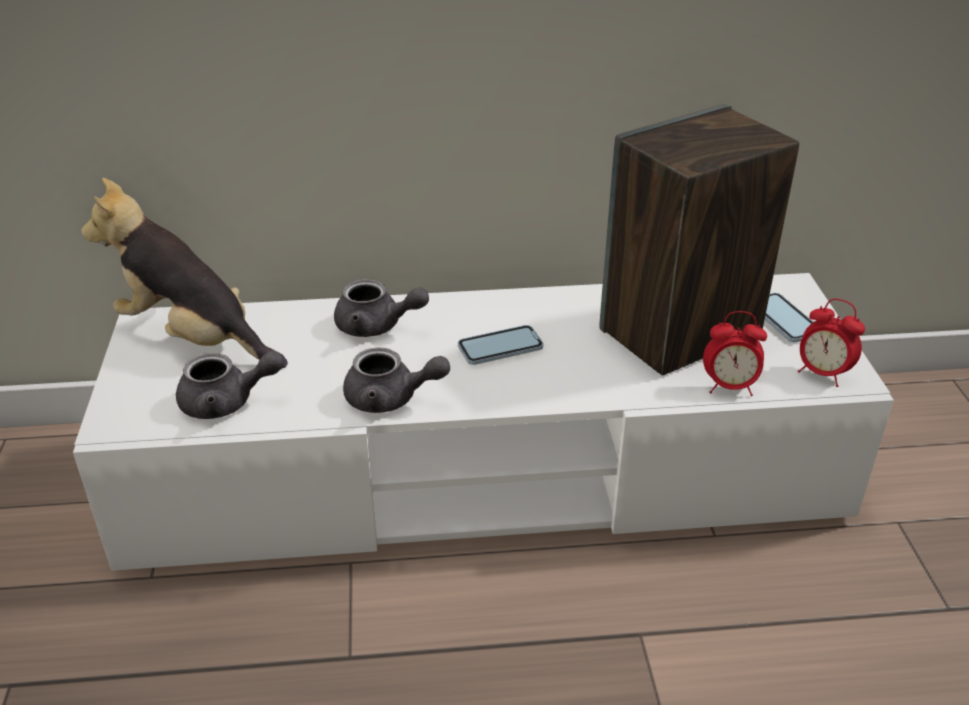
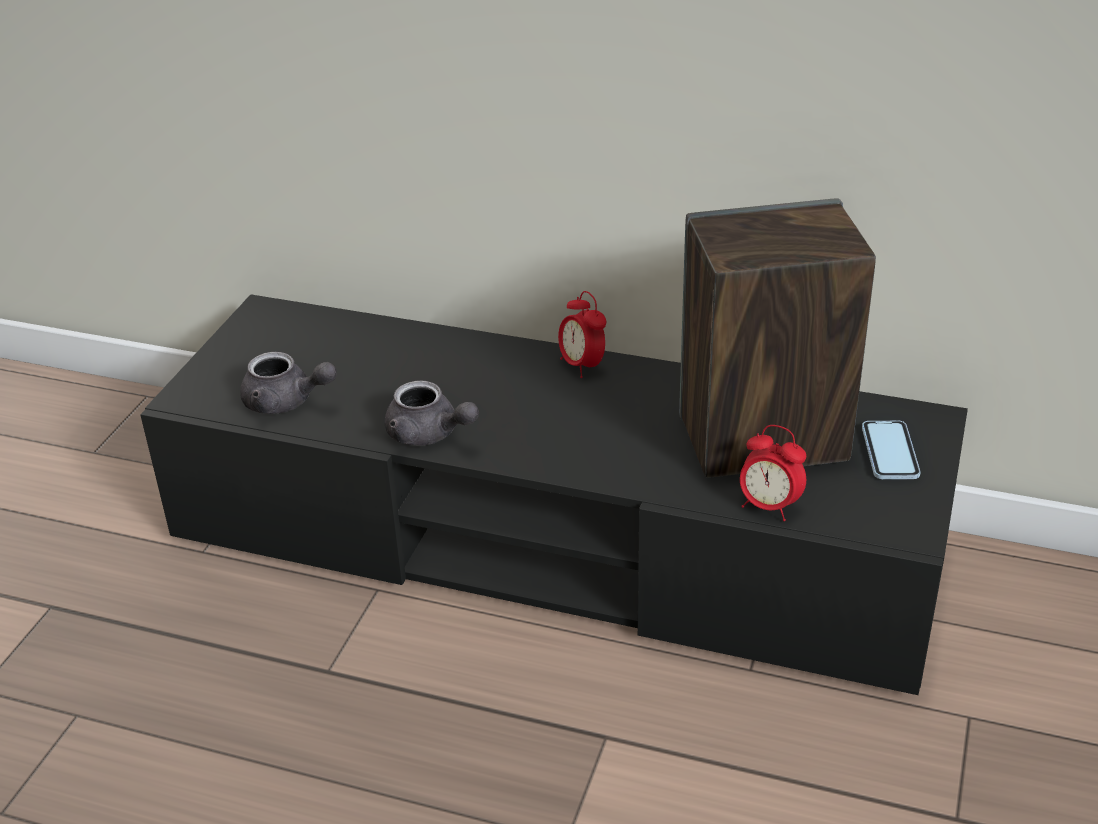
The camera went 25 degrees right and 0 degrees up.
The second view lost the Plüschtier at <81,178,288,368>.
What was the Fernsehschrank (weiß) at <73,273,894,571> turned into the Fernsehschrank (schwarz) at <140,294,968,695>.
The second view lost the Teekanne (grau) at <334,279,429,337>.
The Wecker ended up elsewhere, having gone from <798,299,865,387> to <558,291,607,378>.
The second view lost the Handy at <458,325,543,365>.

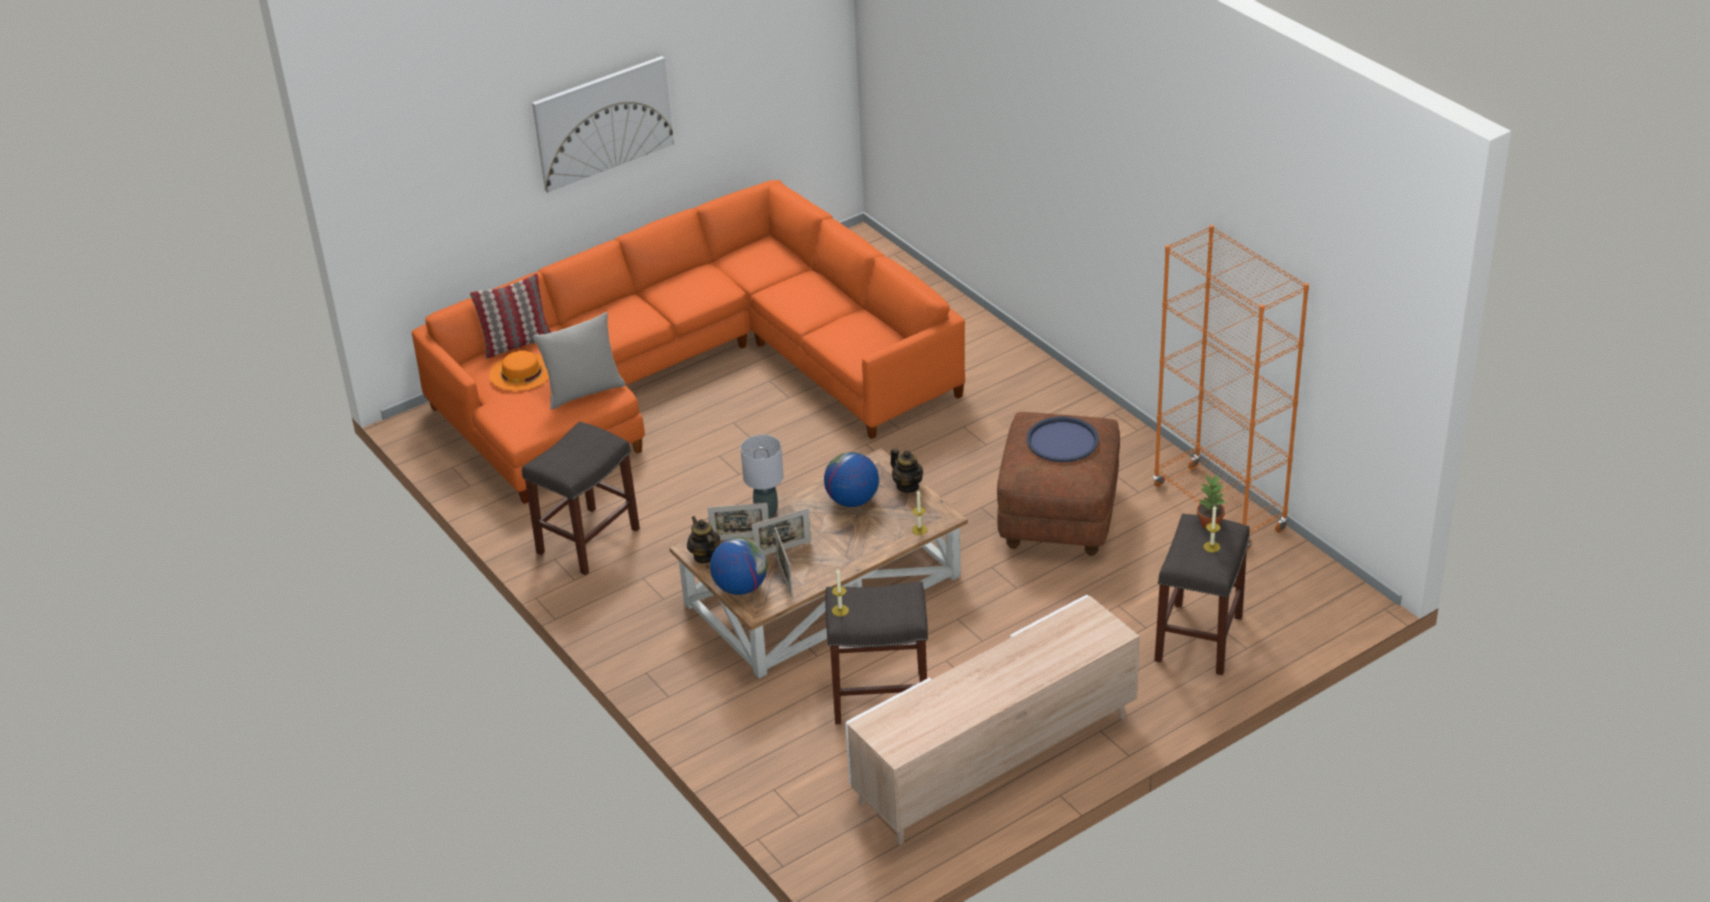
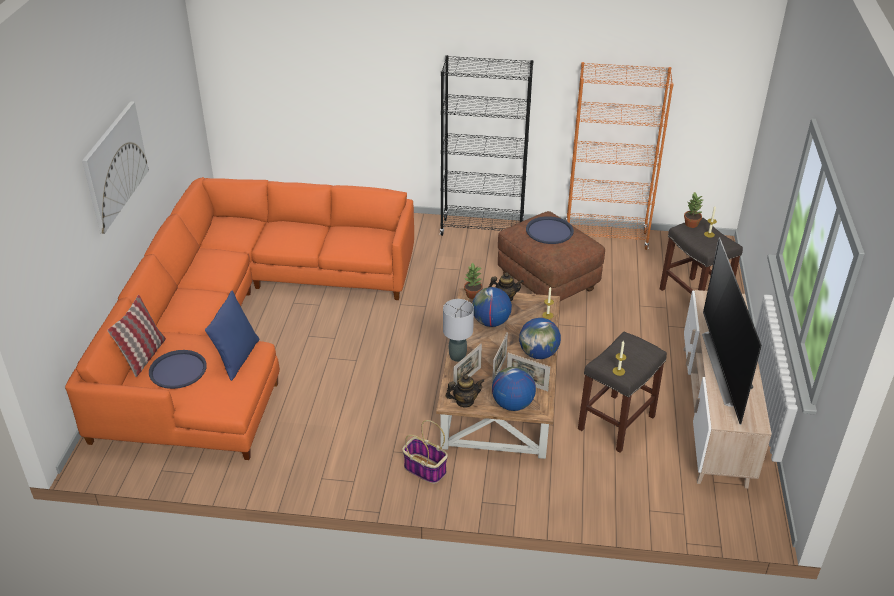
The camera went 50 degrees left and 0 degrees up.
What was the Kissen (grau) at <533,312,626,410> turned into the Kissen (blau) at <205,290,259,381>.
Where the Hut (orange) stood at <489,351,549,391>, the Tablett (blau) came to stand at <149,350,207,389>.
The second view lost the Hocker (grau) at <522,421,640,575>.
The Teekanne at <687,516,720,563> ended up facing another way, 150 degrees clockwise from before.
The second view gained the Bücherregal (schwarz) at <440,55,533,236>.
The second view gained the Fernseher at <702,237,762,425>.
The second view gained the Topfpflanze at <464,263,483,299>.
The second view gained the Globus at <519,318,561,359>.
The second view gained the Korb at <403,420,448,484>.

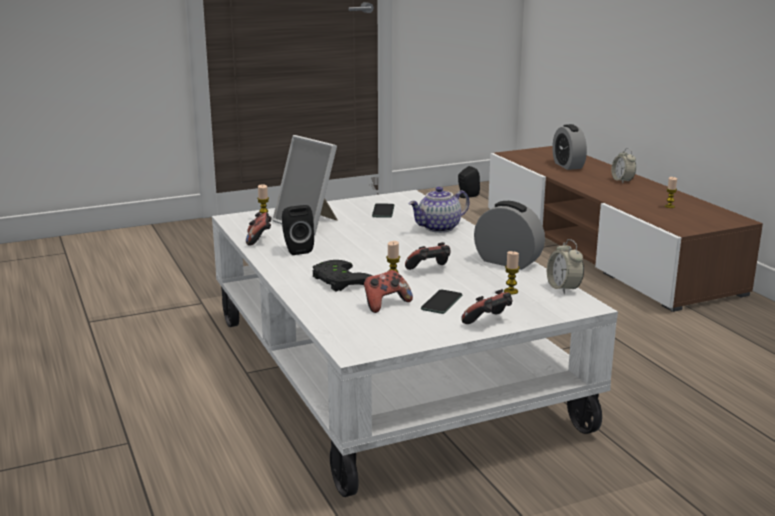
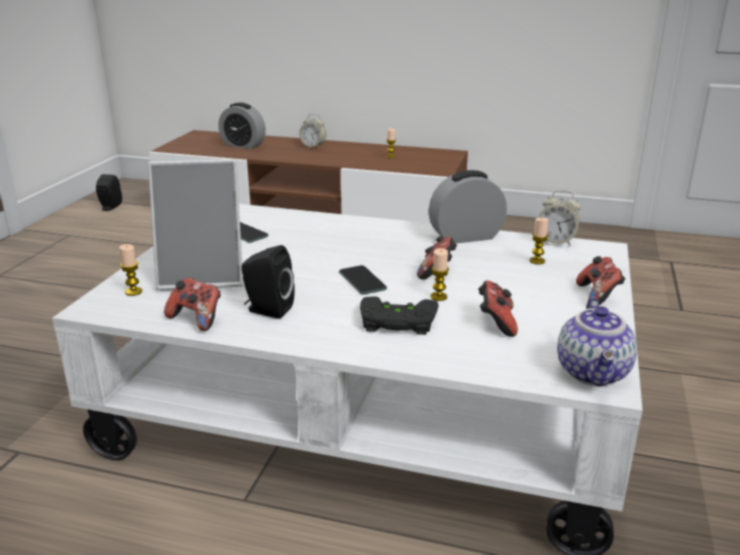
The camera went 50 degrees left and 5 degrees up.
The Teekanne ended up elsewhere, having gone from <408,187,469,233> to <557,297,637,386>.
The Handy ended up elsewhere, having gone from <421,290,462,314> to <339,265,387,295>.

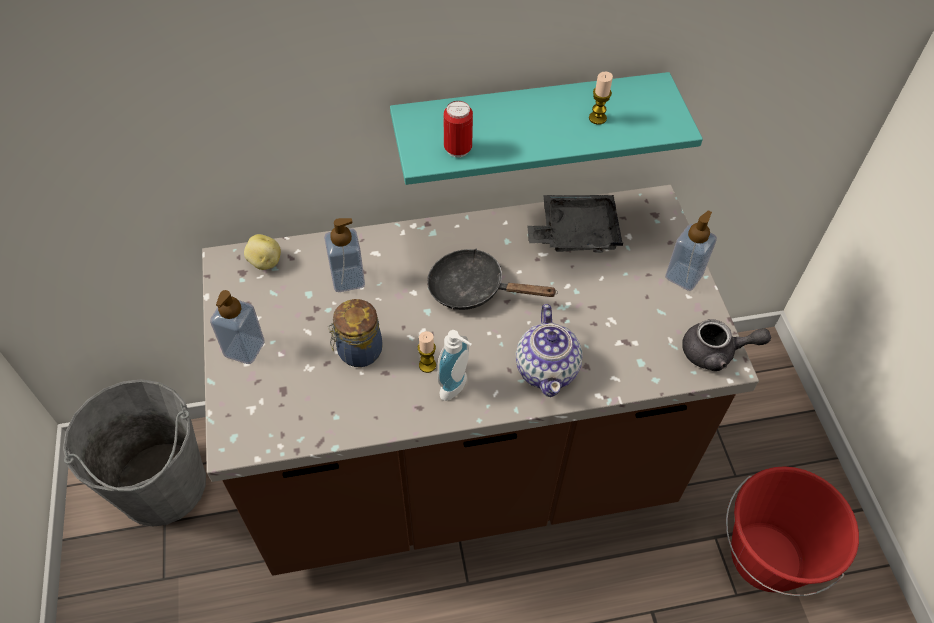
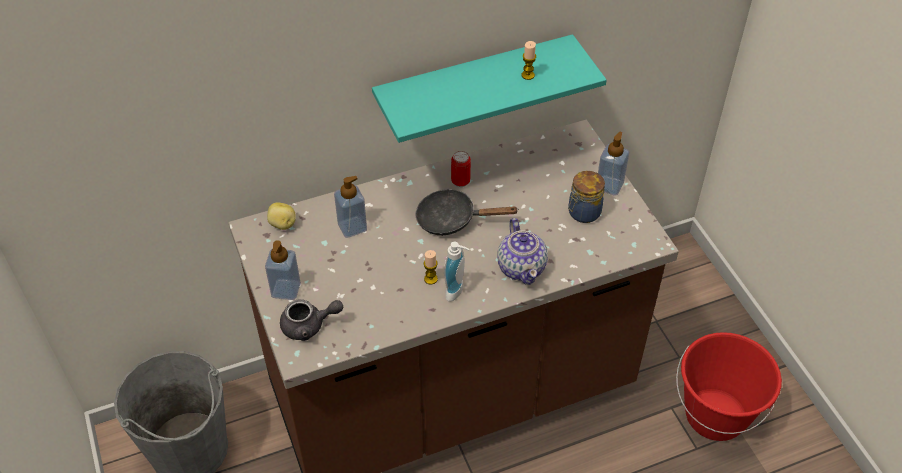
The camera went 10 degrees left and 5 degrees down.
The Dose ended up elsewhere, having gone from <444,101,473,157> to <451,151,471,188>.
The second view lost the Tablett (grau) at <527,195,623,253>.
The Vorratsglas ended up elsewhere, having gone from <328,299,383,367> to <568,171,605,223>.
The Teekanne (grau) ended up elsewhere, having gone from <682,319,771,371> to <280,299,343,341>.

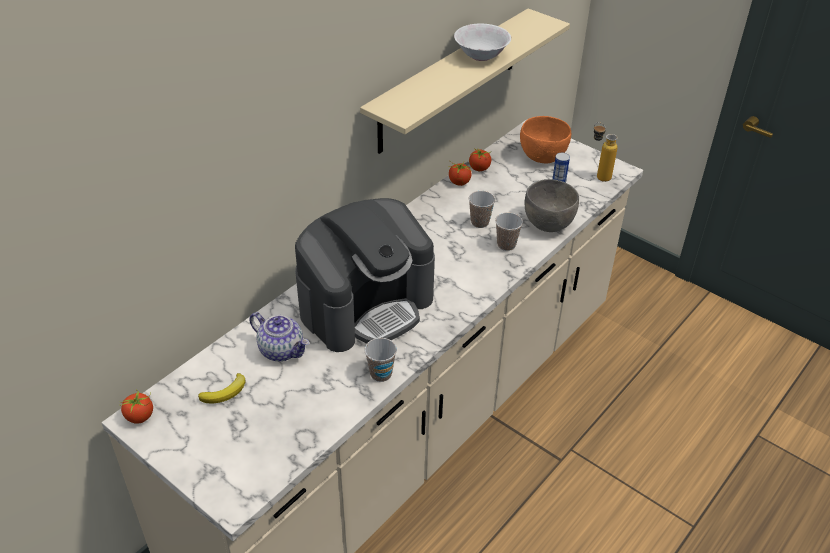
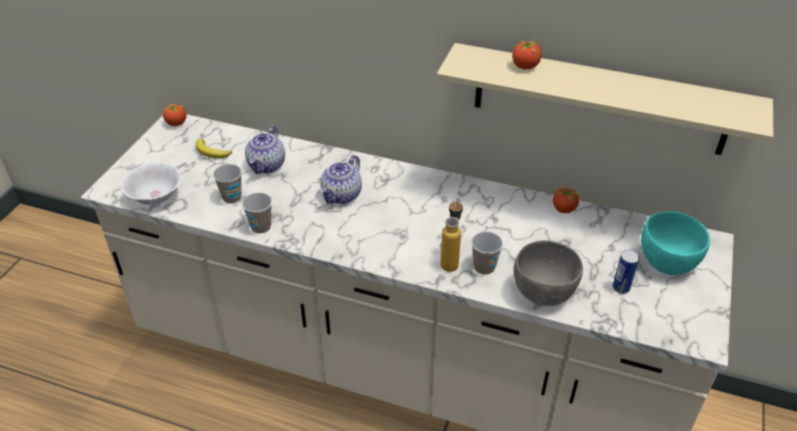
The camera went 70 degrees right and 0 degrees up.
The Schüssel (weiß) ended up elsewhere, having gone from <454,24,511,61> to <121,163,181,205>.
What was the Schüssel (orange) at <520,116,571,163> turned into the Schüssel (türkis) at <641,211,710,275>.
The Flasche ended up elsewhere, having gone from <594,122,618,182> to <440,198,463,272>.
The Tomate ended up elsewhere, having gone from <469,148,491,171> to <512,40,542,69>.
The Tasse ended up elsewhere, having gone from <469,191,495,228> to <213,164,242,203>.
Where the Kaffeemaschine stood at <295,198,435,352>, the Teekanne came to stand at <320,155,362,204>.

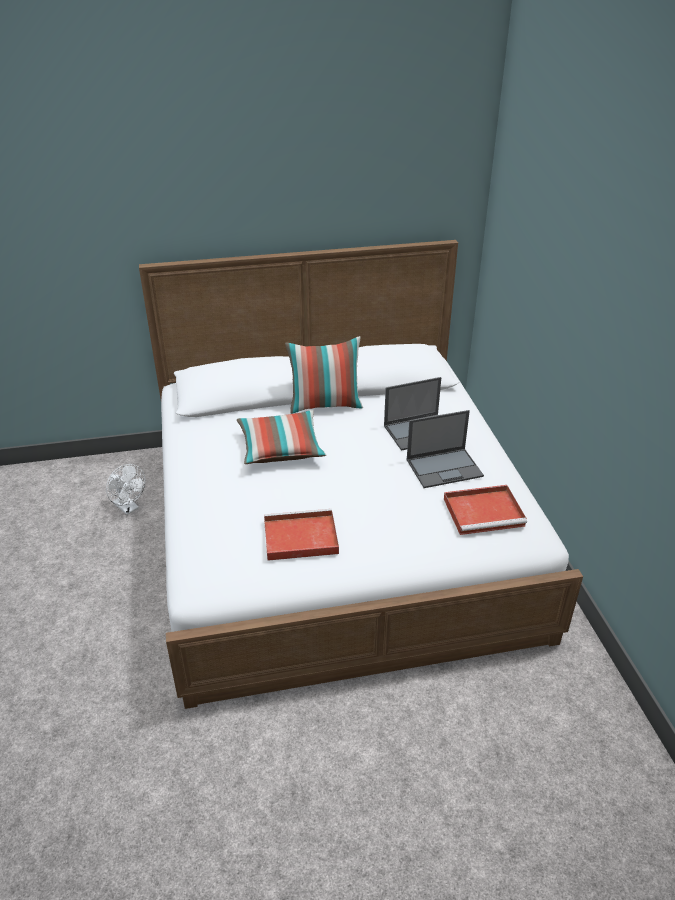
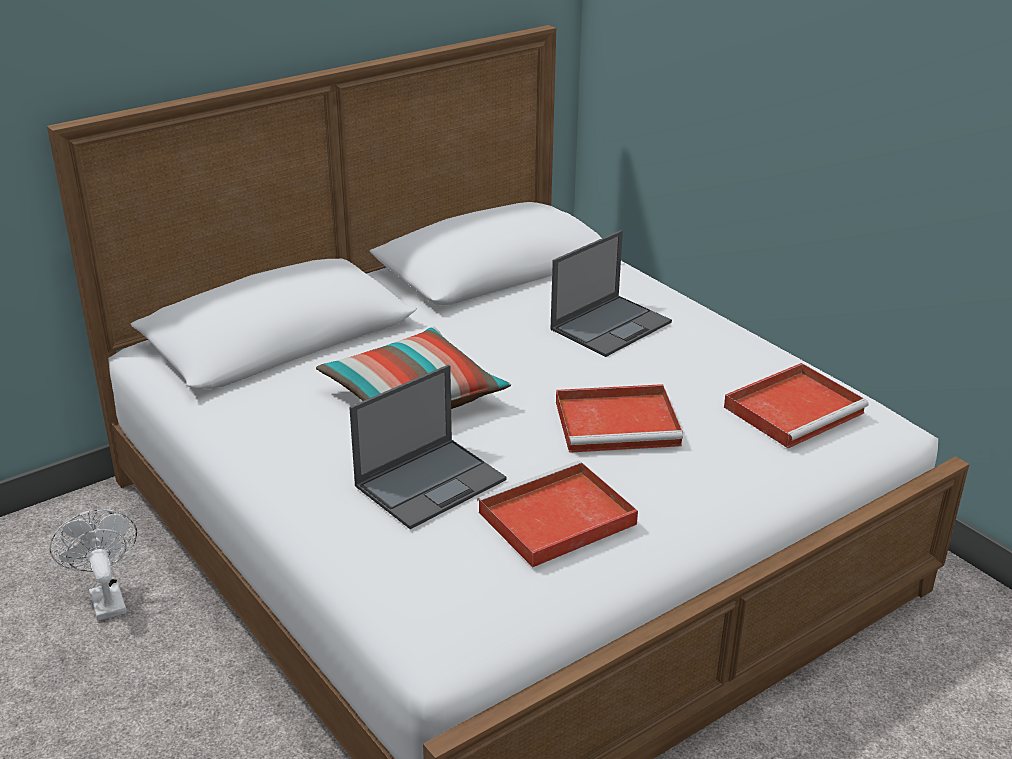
The camera went 25 degrees left and 5 degrees down.
The second view lost the Kissen at <285,336,363,414>.
The Laptop ended up elsewhere, having gone from <407,410,484,488> to <349,365,507,529>.
The Ventilator (weiß) at <106,464,145,515> ended up facing another way, 135 degrees counterclockwise from before.
The second view gained the Tablett (rot) at <556,384,683,453>.

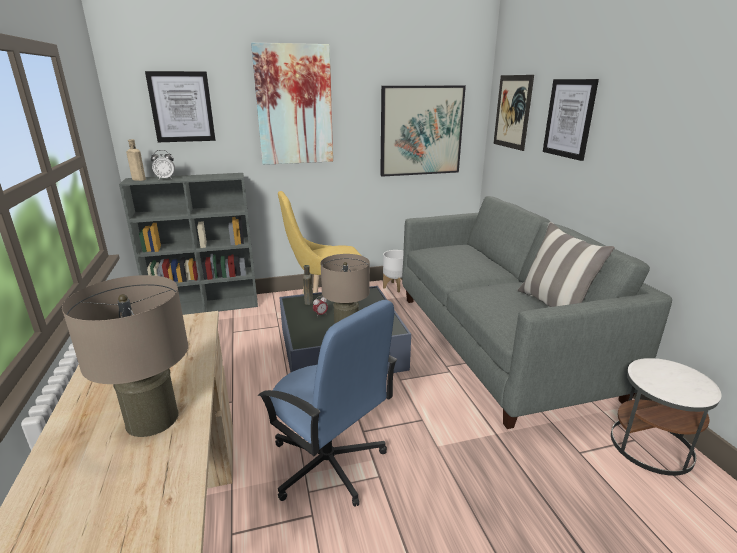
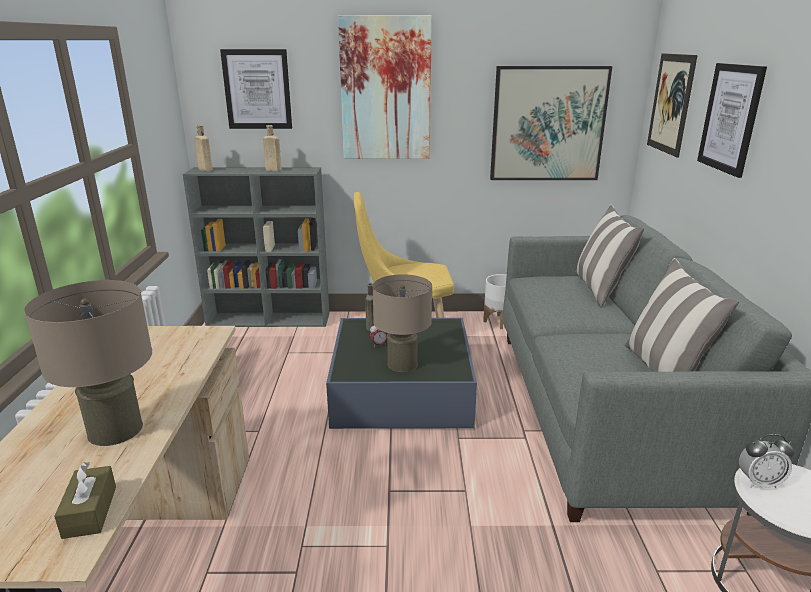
The camera went 15 degrees right and 0 degrees up.
The Wecker ended up elsewhere, having gone from <151,150,175,179> to <739,434,794,488>.
The second view lost the Bürostuhl (blau) at <258,300,397,507>.
The second view gained the Flasche (beige) at <263,125,282,171>.
The second view gained the Kissen at <575,205,644,308>.
The second view gained the Taschentuchbox (braun) at <54,462,116,539>.

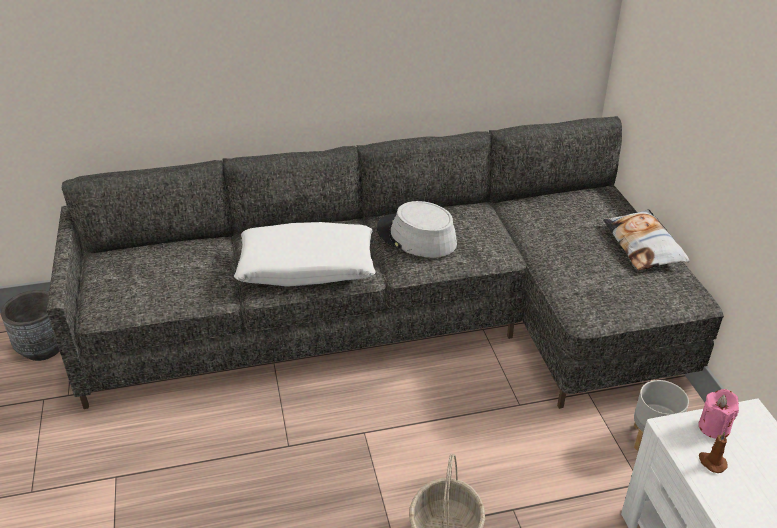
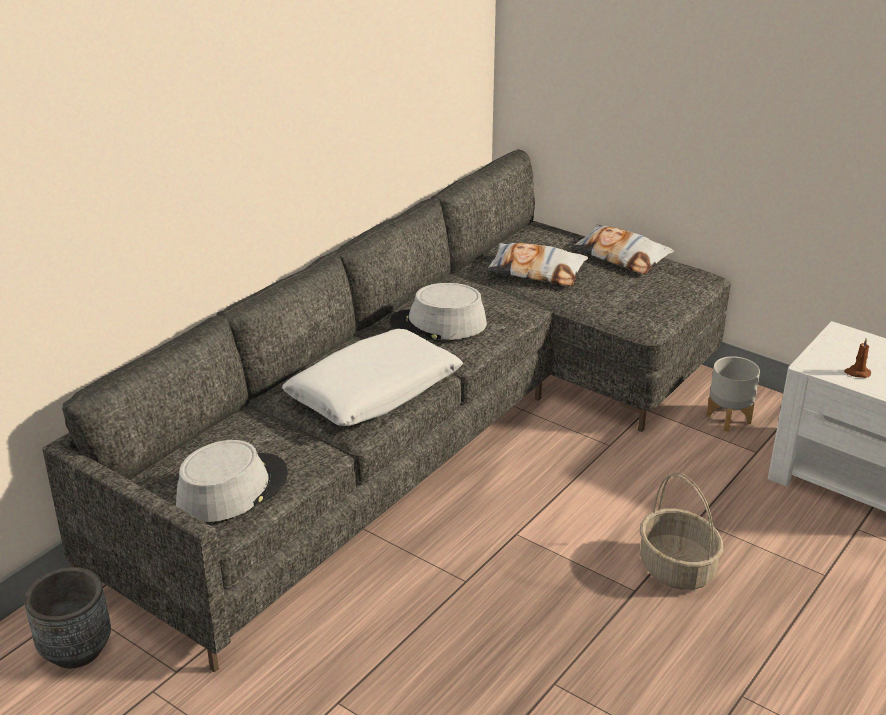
The camera went 40 degrees left and 5 degrees down.
The second view lost the Kerze (rosa) at <699,389,739,439>.
The second view gained the Kissen at <486,243,588,286>.
The second view gained the Hut (grau) at <176,440,288,522>.

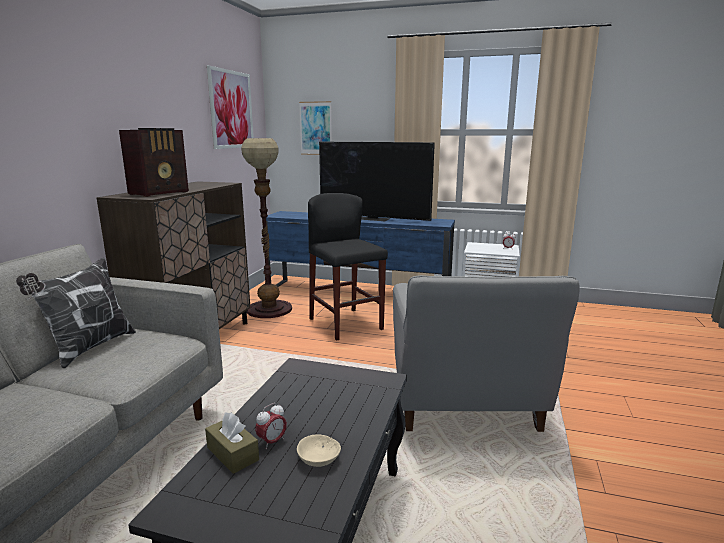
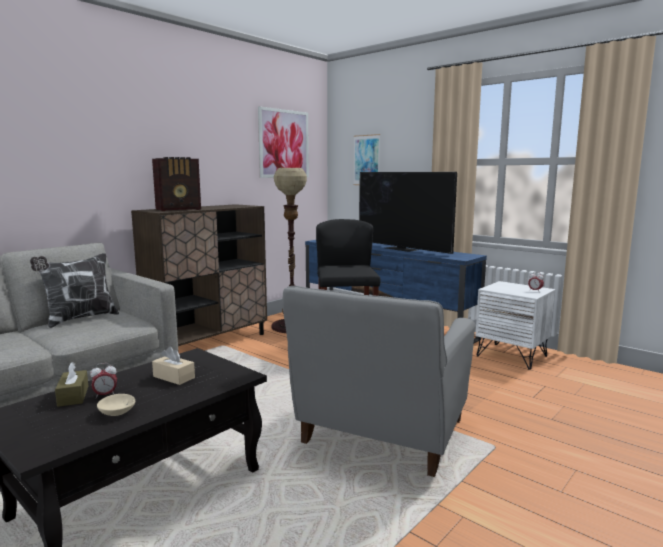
The camera went 25 degrees right and 5 degrees down.
The second view gained the Taschentuchbox (beige) at <152,346,195,385>.

